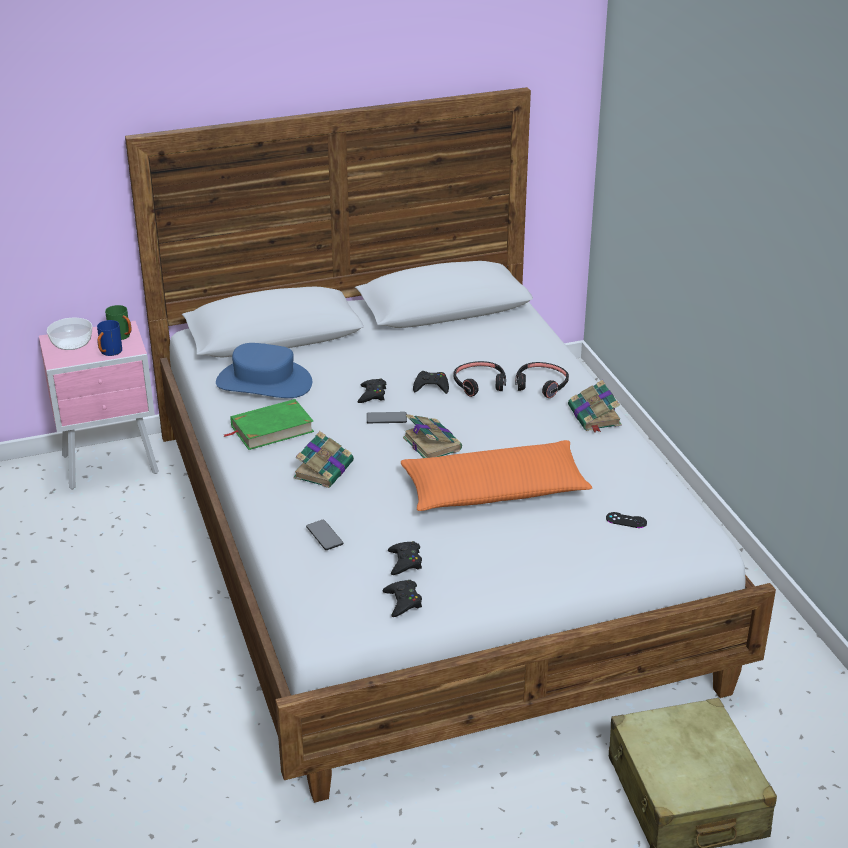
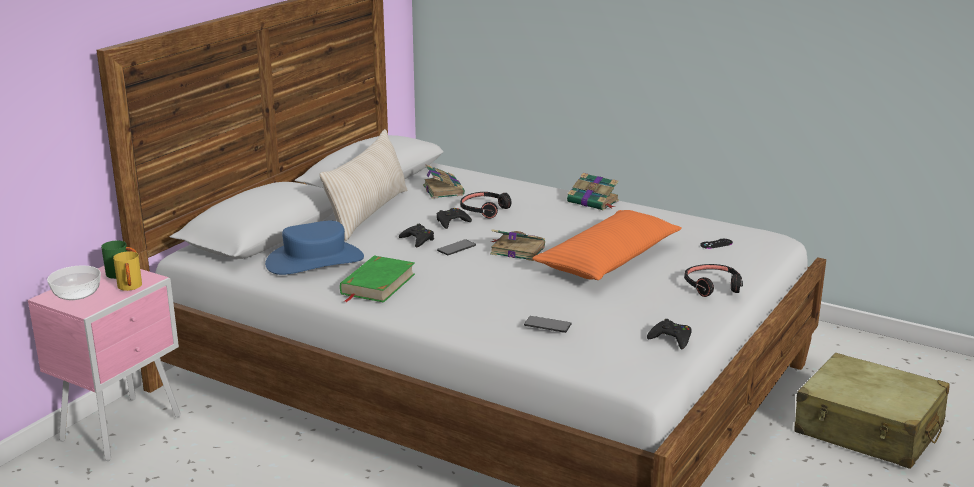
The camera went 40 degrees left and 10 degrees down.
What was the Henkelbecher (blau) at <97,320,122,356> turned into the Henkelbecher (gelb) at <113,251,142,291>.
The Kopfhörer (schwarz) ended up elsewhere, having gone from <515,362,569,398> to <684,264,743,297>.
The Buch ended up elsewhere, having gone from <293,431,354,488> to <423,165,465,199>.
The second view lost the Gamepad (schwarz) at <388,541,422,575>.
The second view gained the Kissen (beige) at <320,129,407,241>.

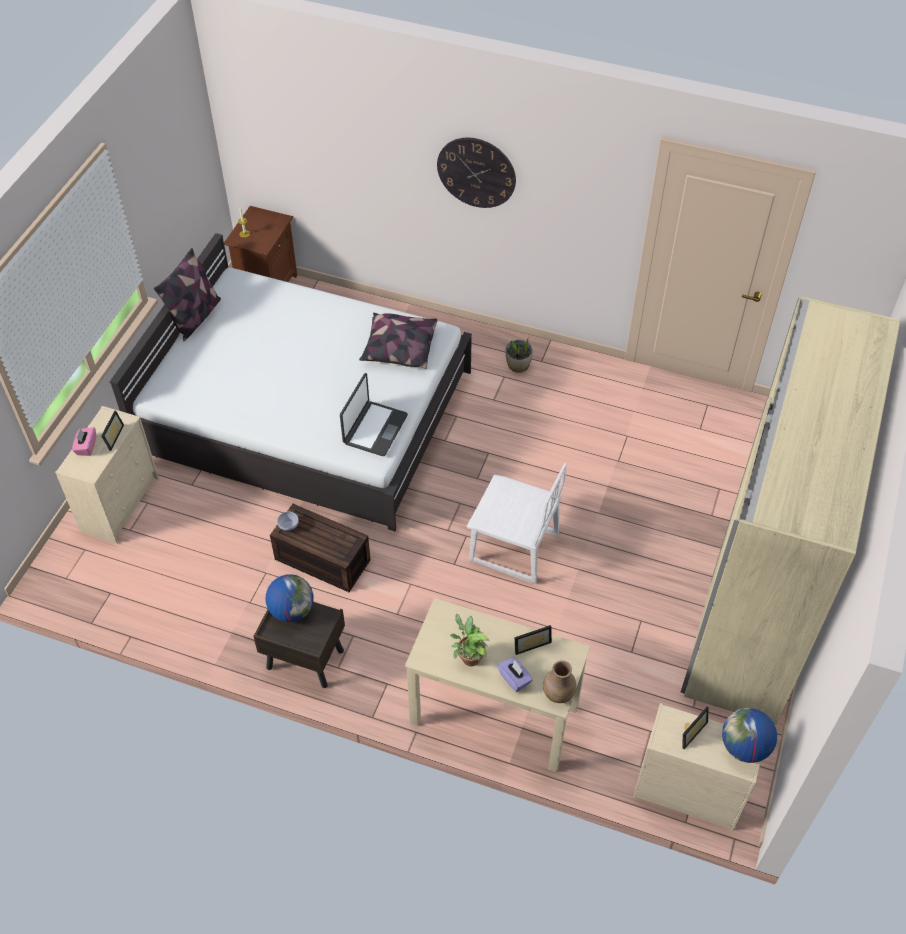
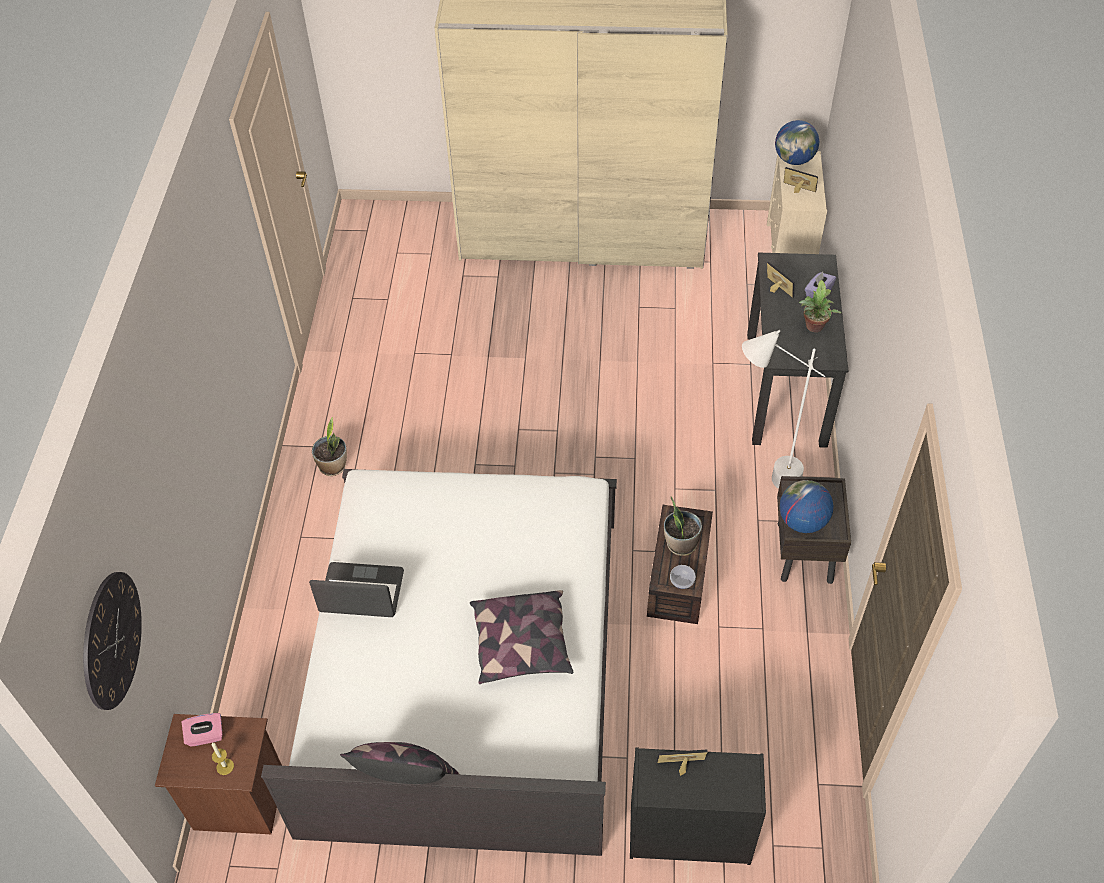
The camera went 105 degrees left and 0 degrees up.
The Wanduhr ended up elsewhere, having gone from <437,138,516,208> to <83,572,142,710>.
The Kissen ended up elsewhere, having gone from <359,313,437,369> to <470,590,574,684>.
The Laptop ended up elsewhere, having gone from <340,373,408,456> to <309,562,404,617>.
What was the Kommode (beige) at <55,406,159,544> turned into the Kommode (schwarz) at <630,747,766,865>.
The Taschentuchbox (rosa) ended up elsewhere, having gone from <72,427,96,456> to <182,713,223,747>.
The second view lost the Stuhl (weiß) at <467,463,567,584>.
What was the Schreibtisch (beige) at <405,598,590,772> turned into the Schreibtisch (schwarz) at <747,253,848,448>.
The second view lost the Vase (braun) at <543,660,576,703>.
The second view gained the Stehlampe (weiß) at <742,330,825,489>.
The second view gained the Topfpflanze at <664,497,702,556>.

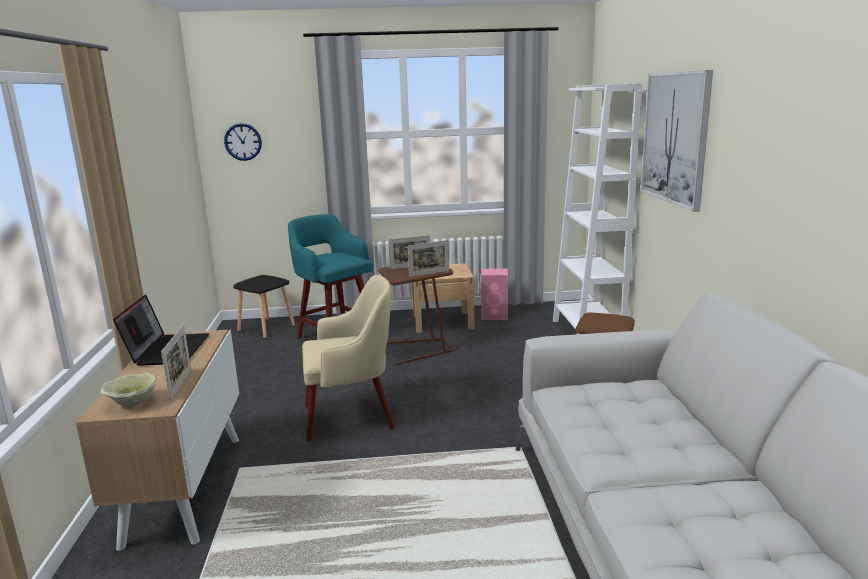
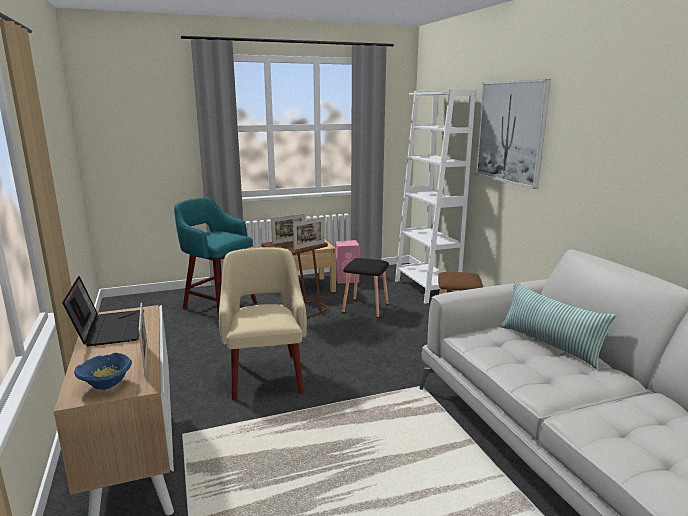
The camera went 15 degrees left and 0 degrees up.
The second view lost the Wanduhr at <224,123,262,161>.
The Hocker (schwarz) ended up elsewhere, having gone from <233,275,295,339> to <342,258,389,318>.
The Sessel (beige) at <302,275,395,441> ended up facing another way, 75 degrees counterclockwise from before.
What was the Schüssel (beige) at <101,373,157,408> turned into the Schüssel (blau) at <74,353,132,390>.
The second view gained the Kissen at <500,281,616,369>.

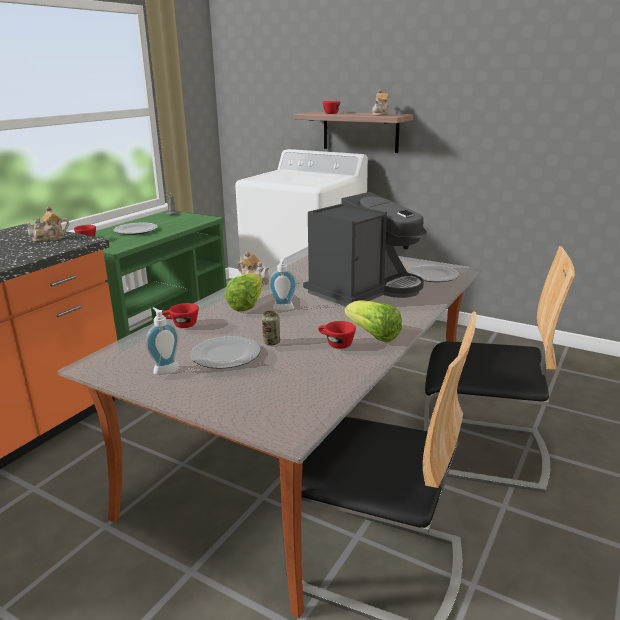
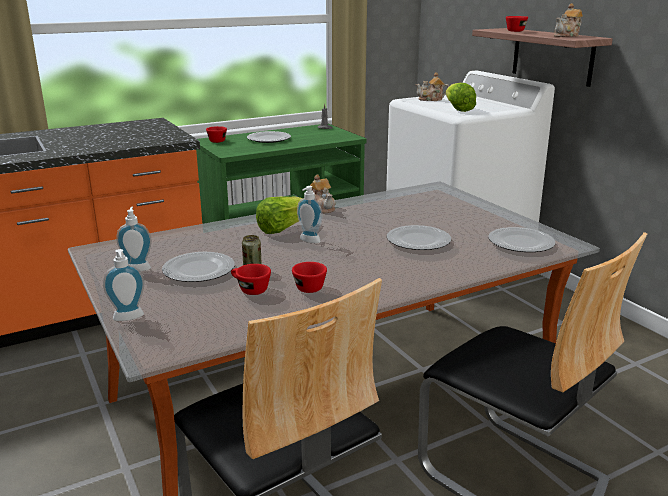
The camera went 30 degrees right and 0 degrees up.
Where the Kaffeemaschine stood at <303,192,427,306>, the Teller came to stand at <387,225,451,250>.
The Teekanne ended up elsewhere, having gone from <23,206,69,242> to <415,72,449,101>.
The Salatkopf ended up elsewhere, having gone from <344,300,402,343> to <446,83,476,112>.
The Tasse (rot) ended up elsewhere, having gone from <162,303,199,328> to <231,264,271,295>.
The second view gained the Seifenspender at <103,249,145,321>.

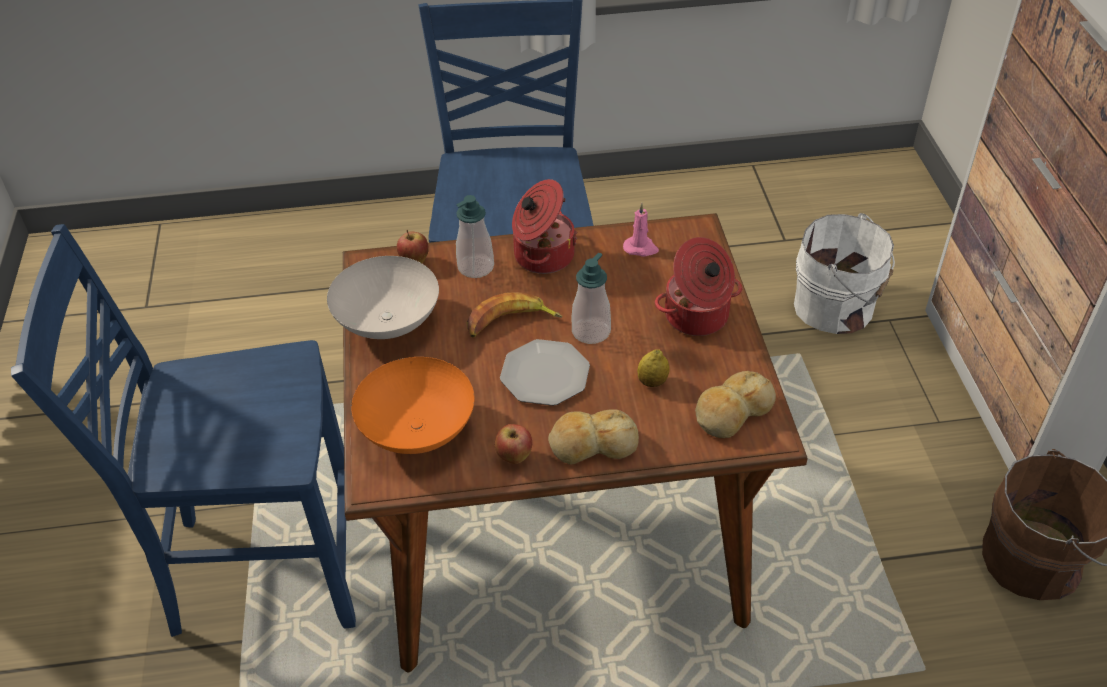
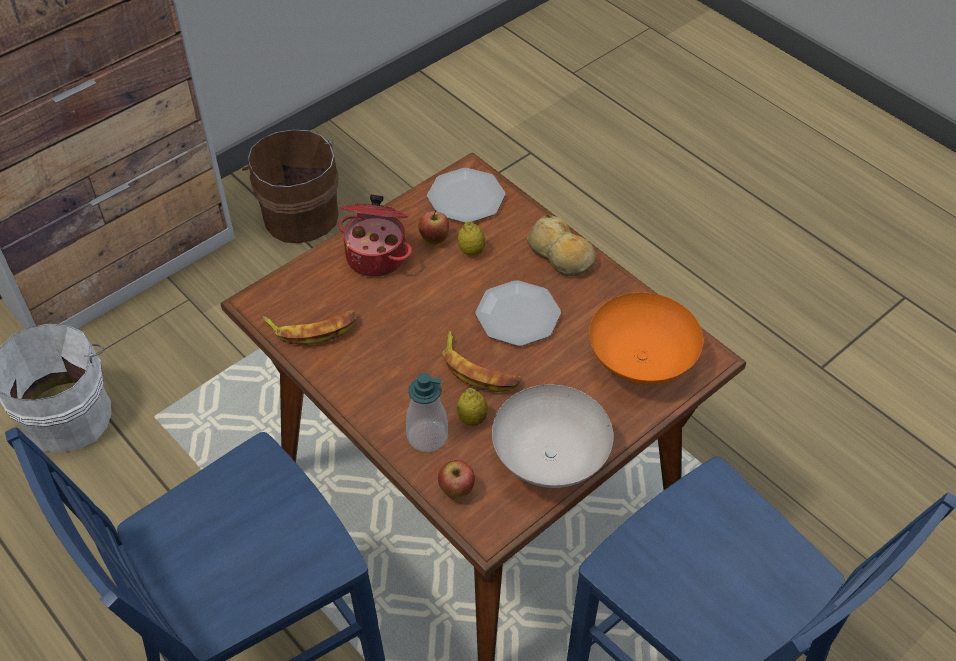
The camera went 125 degrees left and 5 degrees up.
The second view lost the Kochtopf at <512,179,577,274>.
Where the Kerze (rosa) stood at <623,203,659,257>, the Banane came to stand at <262,310,357,345>.
The second view lost the Seifenspender at <572,253,611,344>.
Where the Brot stood at <695,371,776,438>, the Teller came to stand at <427,168,505,223>.
The Apfel ended up elsewhere, having gone from <495,424,532,464> to <419,210,449,245>.
The second view gained the Zitrone at <457,388,488,425>.

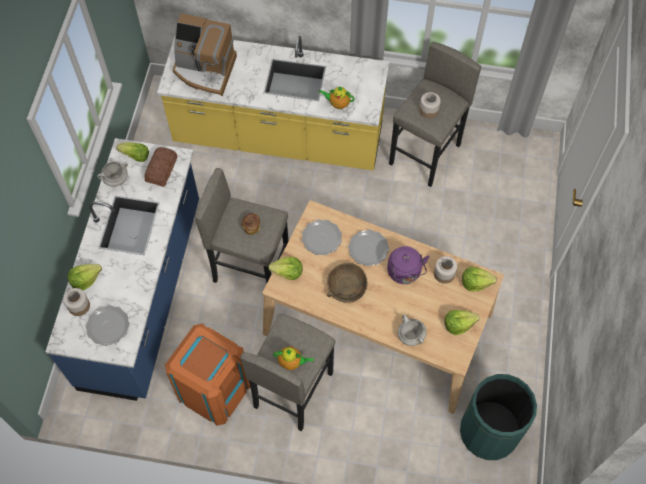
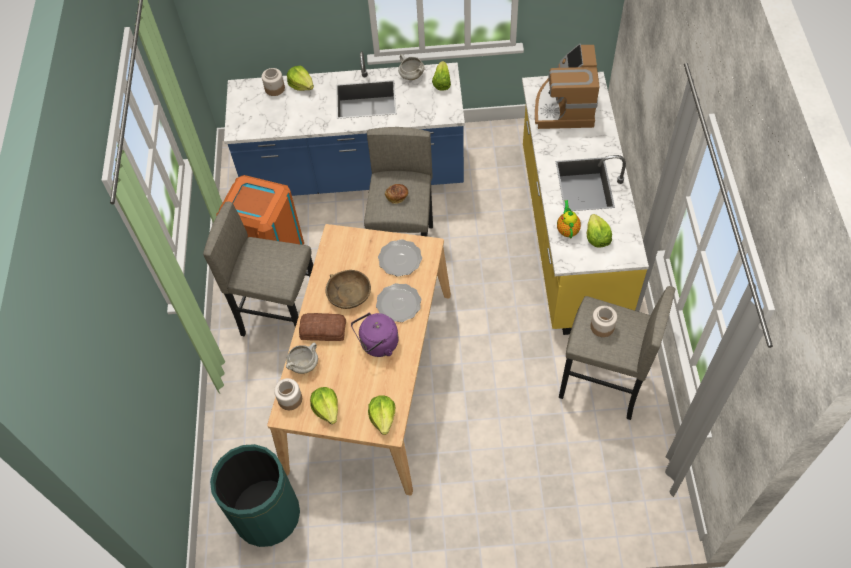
The camera went 80 degrees right and 5 degrees down.
The Brot ended up elsewhere, having gone from <144,147,178,187> to <299,313,346,341>.
The Vorratsglas ended up elsewhere, having gone from <434,256,457,284> to <274,378,302,410>.
The Salatkopf ended up elsewhere, having gone from <268,257,303,280> to <587,214,612,248>.
The second view lost the Teller at <86,305,130,346>.
The second view lost the Teekanne at <273,346,314,370>.

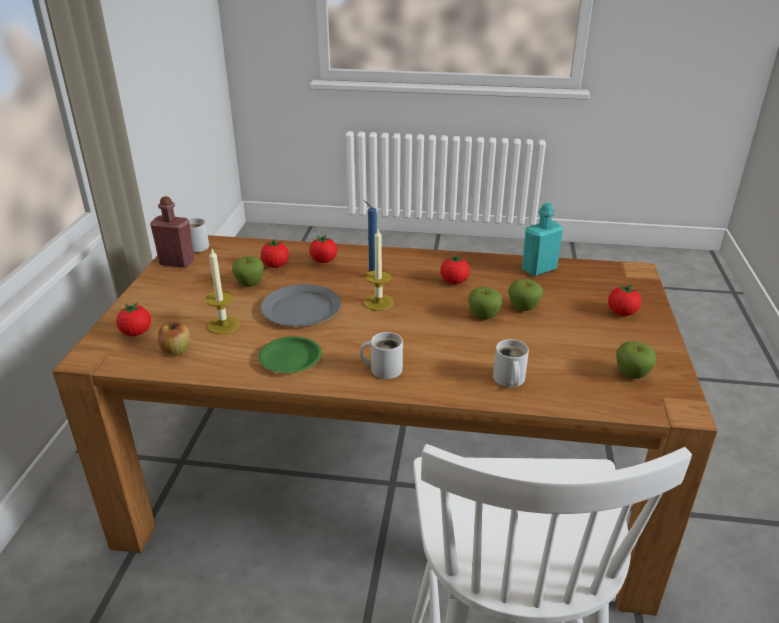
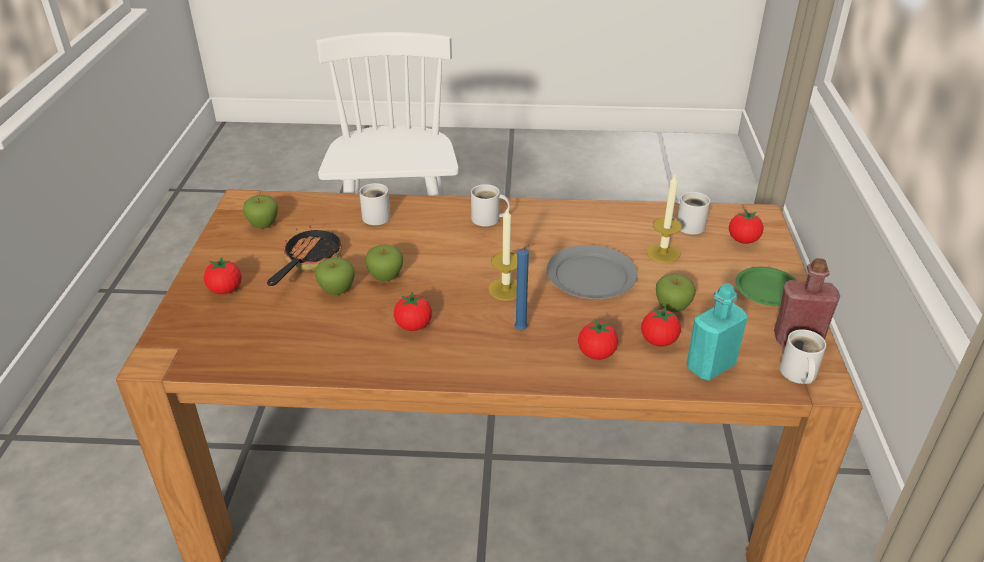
The camera went 175 degrees right and 5 degrees up.
The Flasche (türkis) ended up elsewhere, having gone from <522,203,563,276> to <686,283,748,380>.
Where the Apfel stood at <158,322,190,356>, the Henkelbecher (weiß) came to stand at <672,192,710,235>.
The Teller (grün) ended up elsewhere, having gone from <259,336,322,373> to <735,267,798,306>.
The second view gained the Pfanne at <267,225,342,286>.

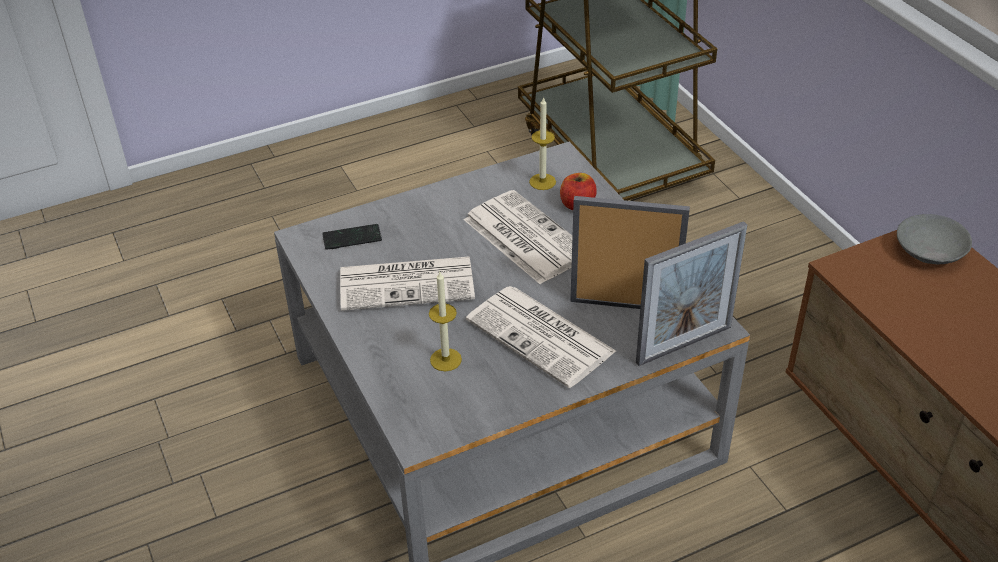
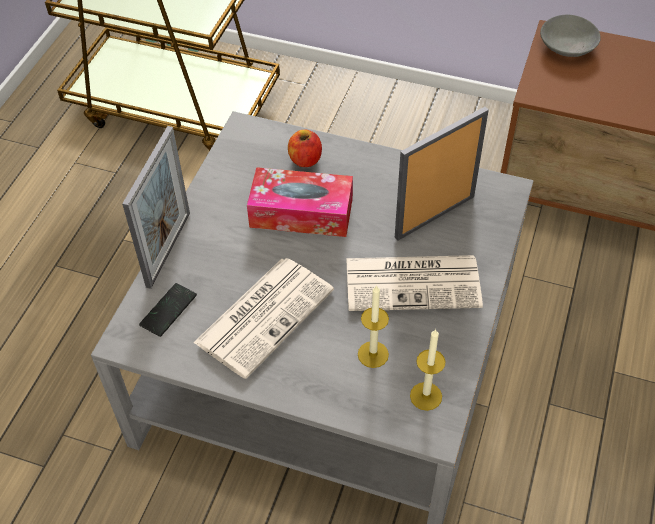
The camera went 45 degrees left and 10 degrees up.
The Kerze ended up elsewhere, having gone from <529,97,556,190> to <410,329,446,411>.
Where the Zeitung stood at <464,190,572,284>, the Taschentuchbox came to stand at <247,167,353,237>.
The Bilderrahmen ended up elsewhere, having gone from <636,221,747,366> to <122,126,190,289>.

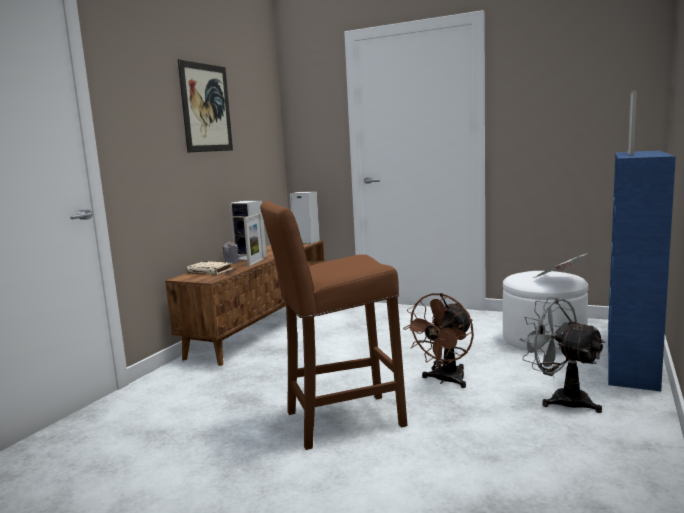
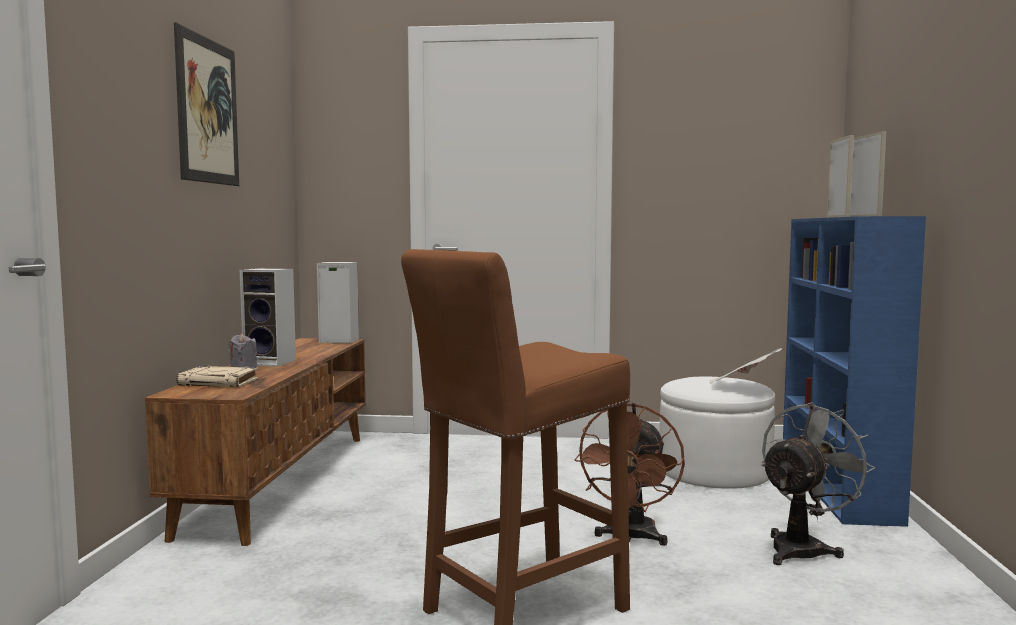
The camera went 20 degrees left and 5 degrees down.
The Bilderrahmen ended up elsewhere, having gone from <244,214,264,267> to <850,131,886,217>.
The Ventilator (grau) at <519,297,606,413> ended up facing another way, 105 degrees clockwise from before.

